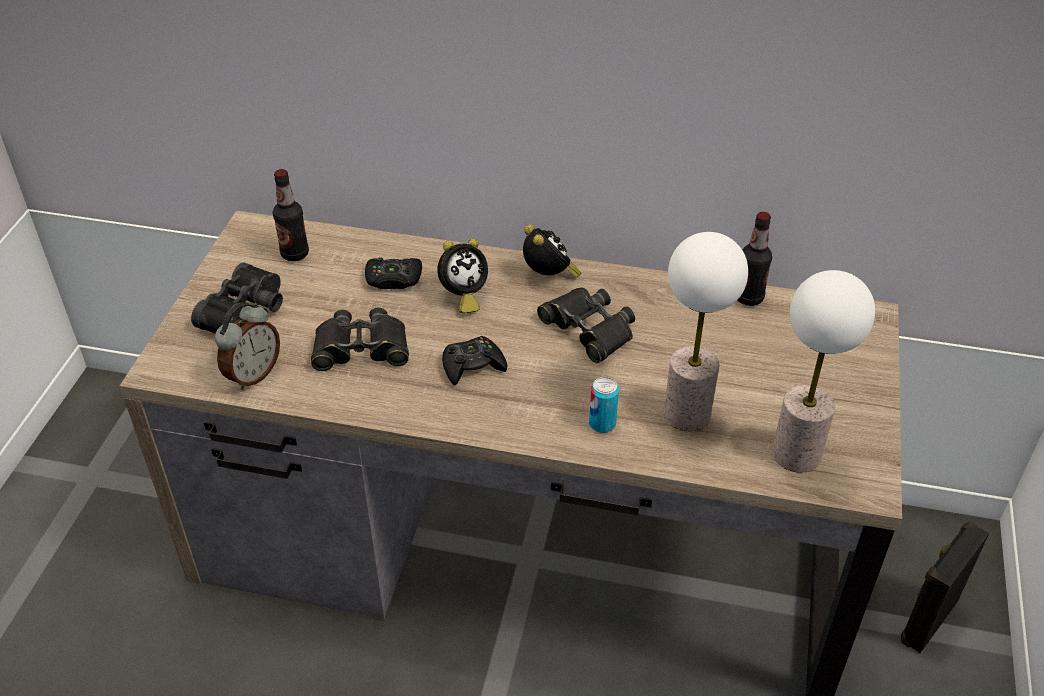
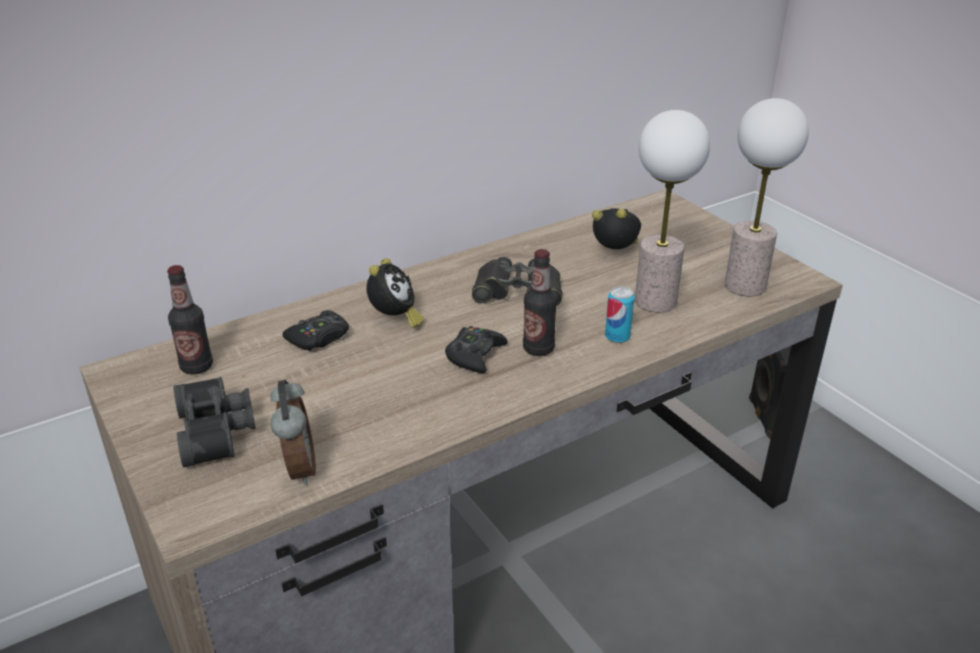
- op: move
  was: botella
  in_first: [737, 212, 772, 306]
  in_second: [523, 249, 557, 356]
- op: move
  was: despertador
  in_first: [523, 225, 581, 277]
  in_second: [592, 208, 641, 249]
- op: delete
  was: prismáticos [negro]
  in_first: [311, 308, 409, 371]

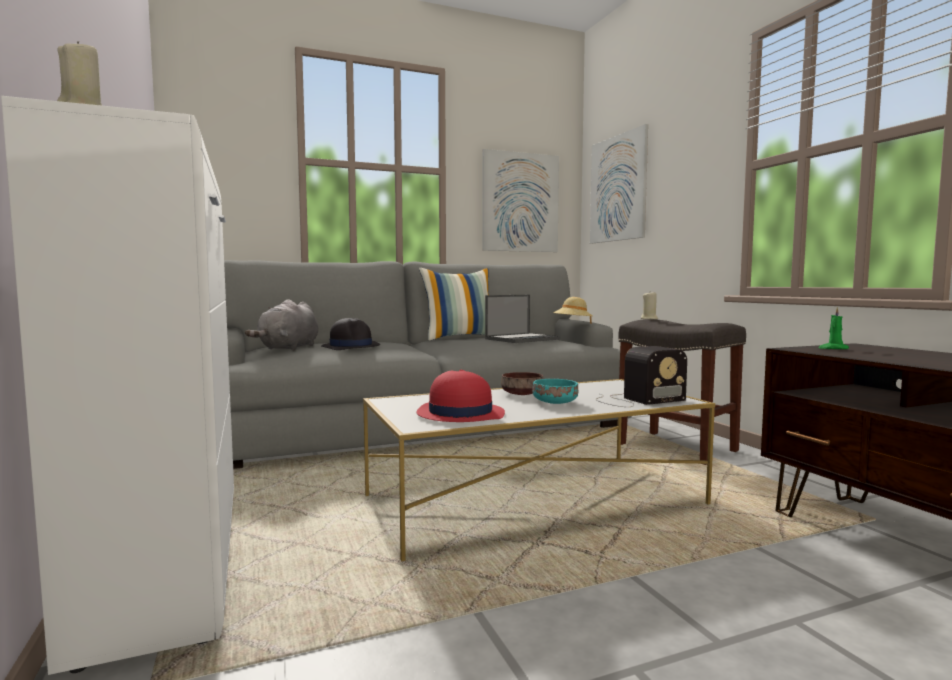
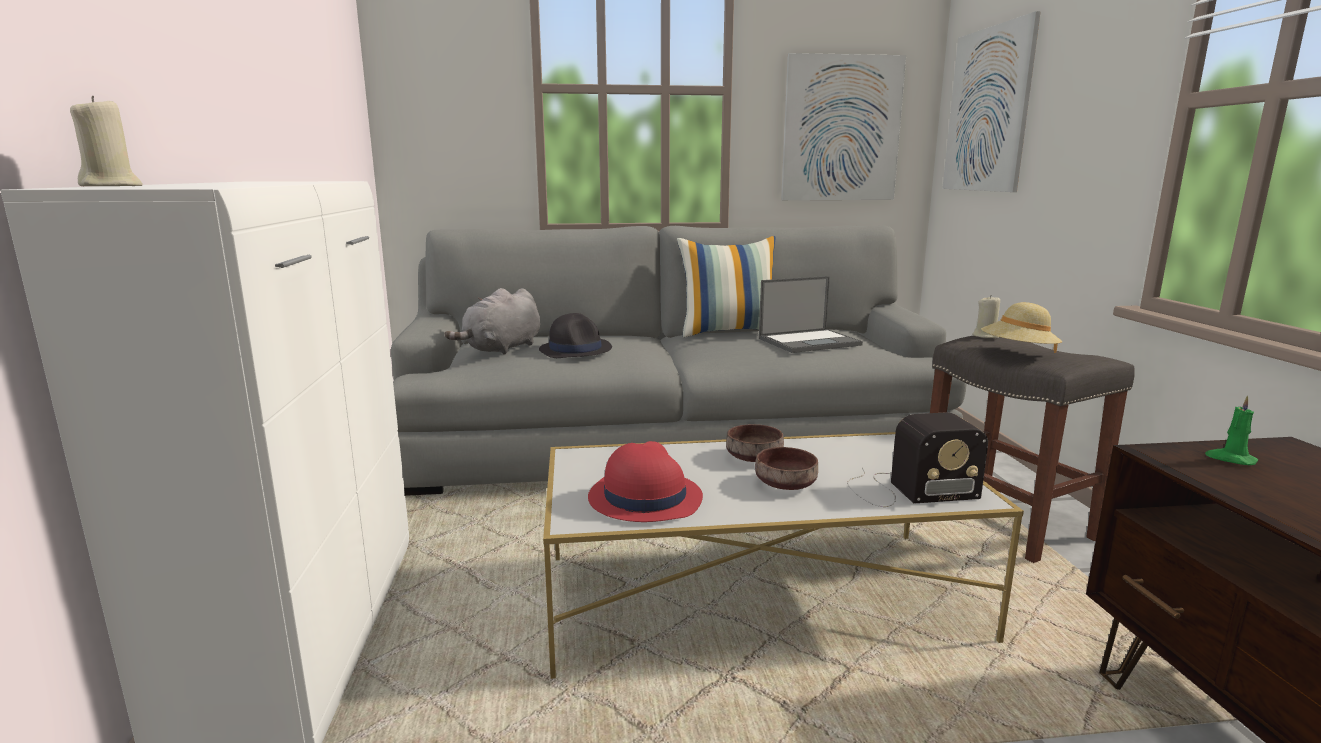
- op: move
  was: sombrero [beis]
  in_first: [553, 297, 592, 324]
  in_second: [981, 302, 1062, 353]
- op: recolor
  was: cuenco [turquesa]
  now: cuenco [marrón]
  in_first: [532, 379, 578, 404]
  in_second: [755, 447, 818, 490]

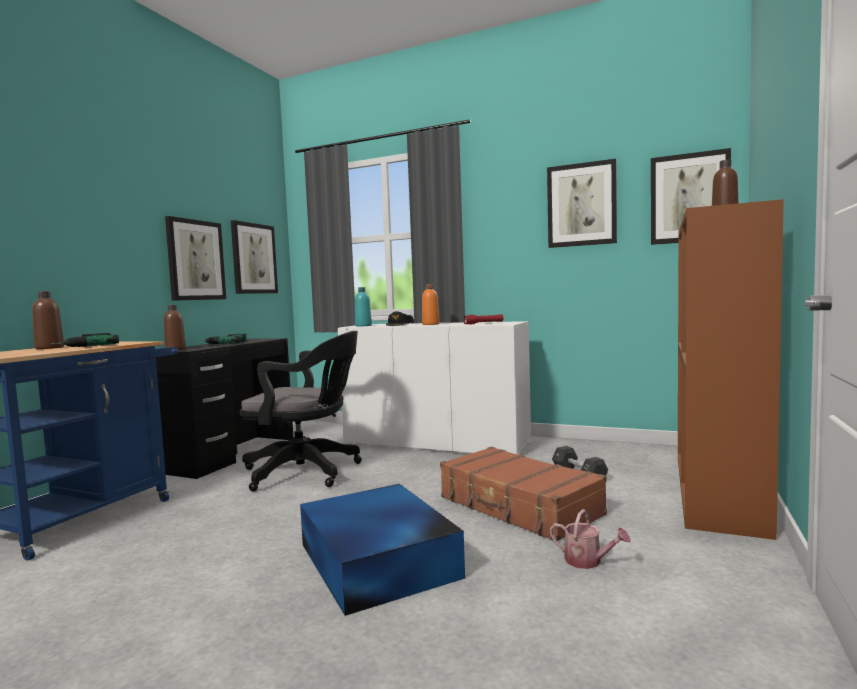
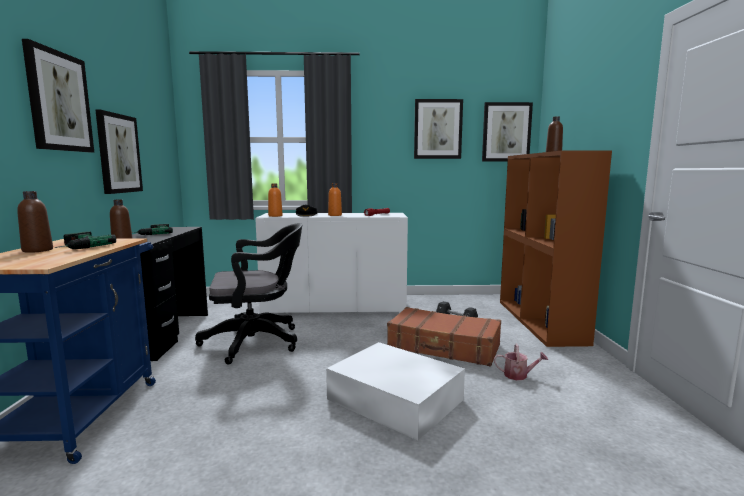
- op: move
  was: cuadro
  in_first: [231, 220, 278, 294]
  in_second: [22, 39, 94, 152]
- op: recolor
  was: botella [turquesa]
  now: botella [naranja]
  in_first: [355, 287, 372, 326]
  in_second: [268, 184, 283, 217]
- op: recolor
  was: caja de almacenaje [azul]
  now: caja de almacenaje [blanco]
  in_first: [300, 484, 465, 616]
  in_second: [326, 342, 465, 441]

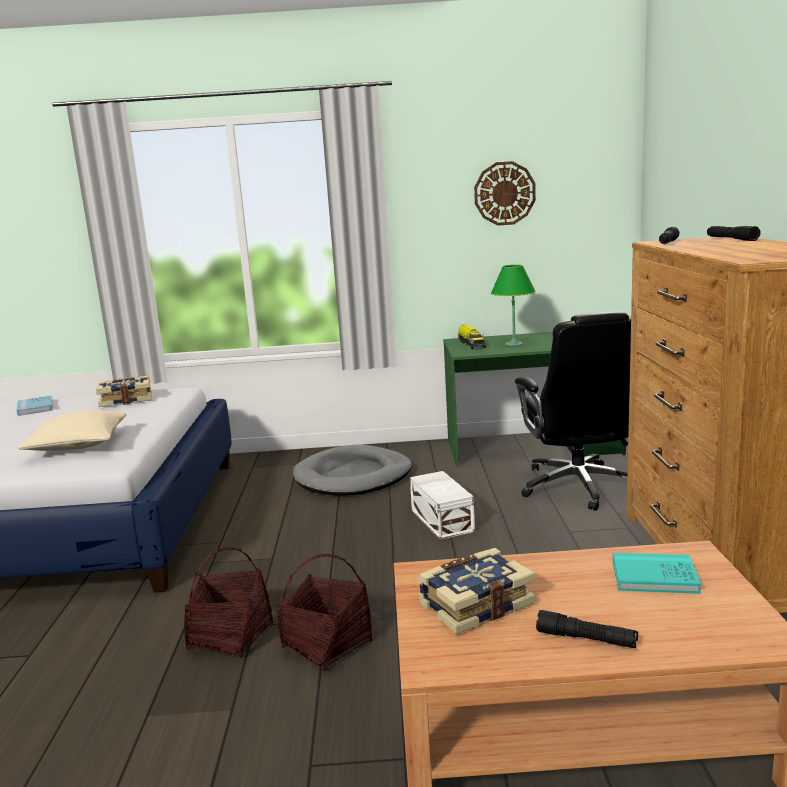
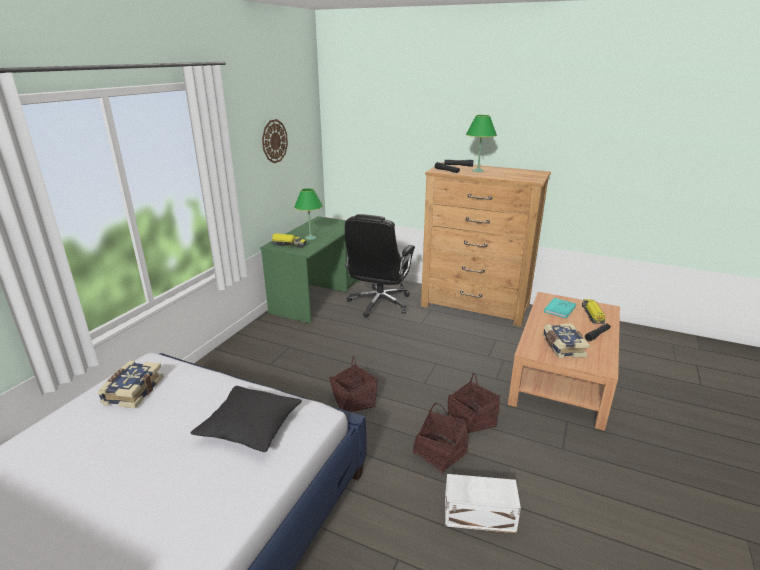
- op: rotate
  was: silla de oficina [negro]
  in_first: [515, 312, 631, 511]
  in_second: [345, 214, 415, 318]
  clockwise: 90
- op: delete
  was: libro [azul]
  in_first: [17, 396, 53, 416]
- op: recolor
  was: cojín [beis]
  now: cojín [negro]
  in_first: [17, 410, 127, 451]
  in_second: [190, 386, 302, 452]
- op: delete
  was: cama para perro [gris]
  in_first: [293, 444, 412, 495]
- op: move
  was: caja de almacenaje [blanco]
  in_first: [410, 471, 475, 540]
  in_second: [445, 474, 521, 533]
- op: insert
  now: lámpara de mesa [verde]
  in_second: [466, 115, 497, 172]
- op: insert
  now: camión de juguete
  in_second: [582, 299, 605, 324]
- op: insert
  now: cesta
  in_second: [329, 356, 378, 412]

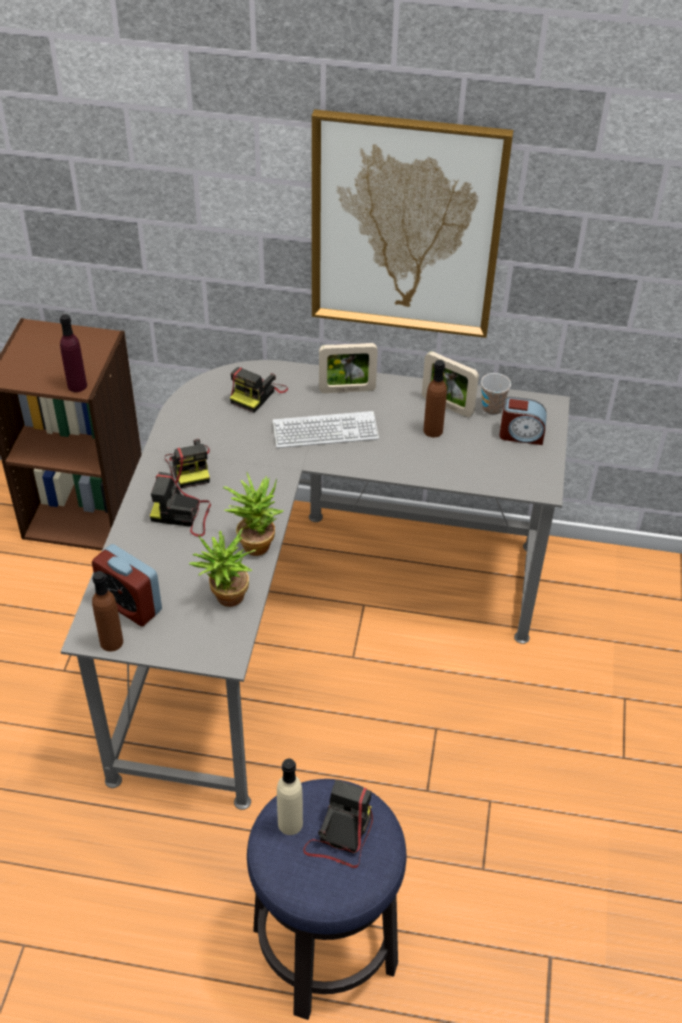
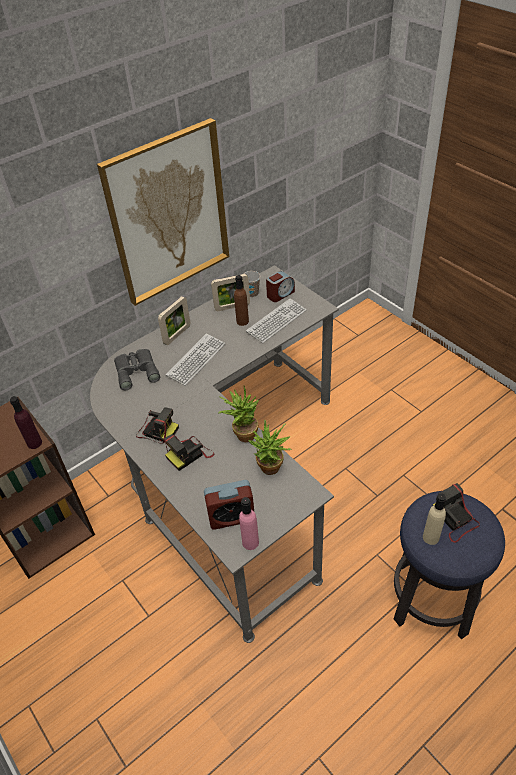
- op: replace
  was: cámara
  now: prismáticos [gris]
  in_first: [230, 367, 288, 413]
  in_second: [114, 349, 160, 390]
- op: recolor
  was: botella [marrón]
  now: botella [rosa]
  in_first: [92, 571, 123, 652]
  in_second: [239, 497, 259, 550]
- op: insert
  now: teclado
  in_second: [246, 299, 307, 343]

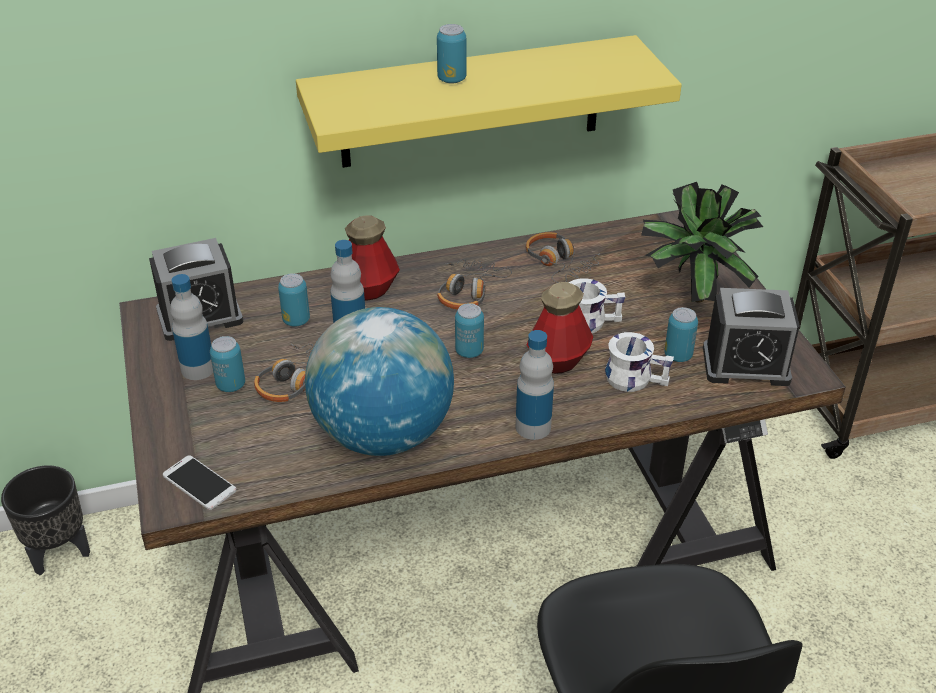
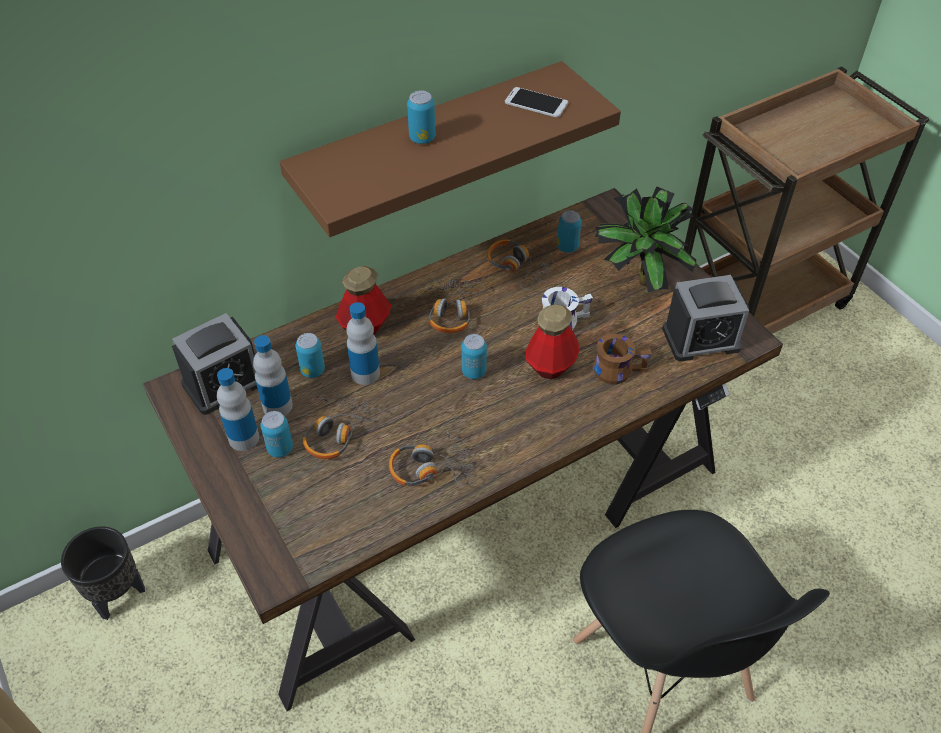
- op: recolor
  was: estante [amarillo]
  now: estante [marrón]
  in_first: [296, 35, 682, 168]
  in_second: [280, 61, 621, 237]
- op: replace
  was: globo terráqueo
  now: auriculares
  in_first: [305, 307, 454, 456]
  in_second: [389, 431, 474, 487]
- op: move
  was: lata
  in_first: [664, 307, 698, 362]
  in_second: [557, 210, 582, 253]
- op: move
  was: botella
  in_first: [516, 330, 554, 440]
  in_second: [253, 335, 293, 416]
- op: recolor
  was: taza grande [blanco]
  now: taza grande [marrón]
  in_first: [605, 332, 674, 392]
  in_second: [593, 334, 652, 384]
- op: move
  was: móvil
  in_first: [163, 455, 237, 510]
  in_second: [505, 87, 568, 118]

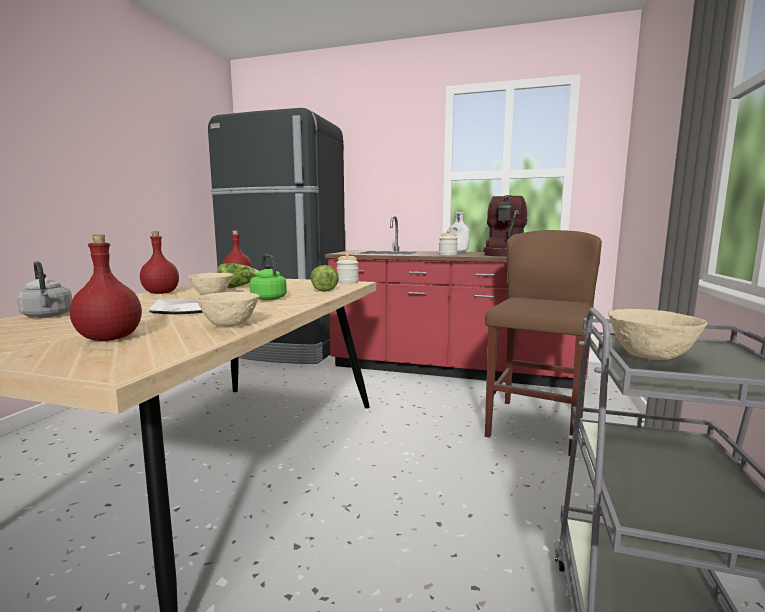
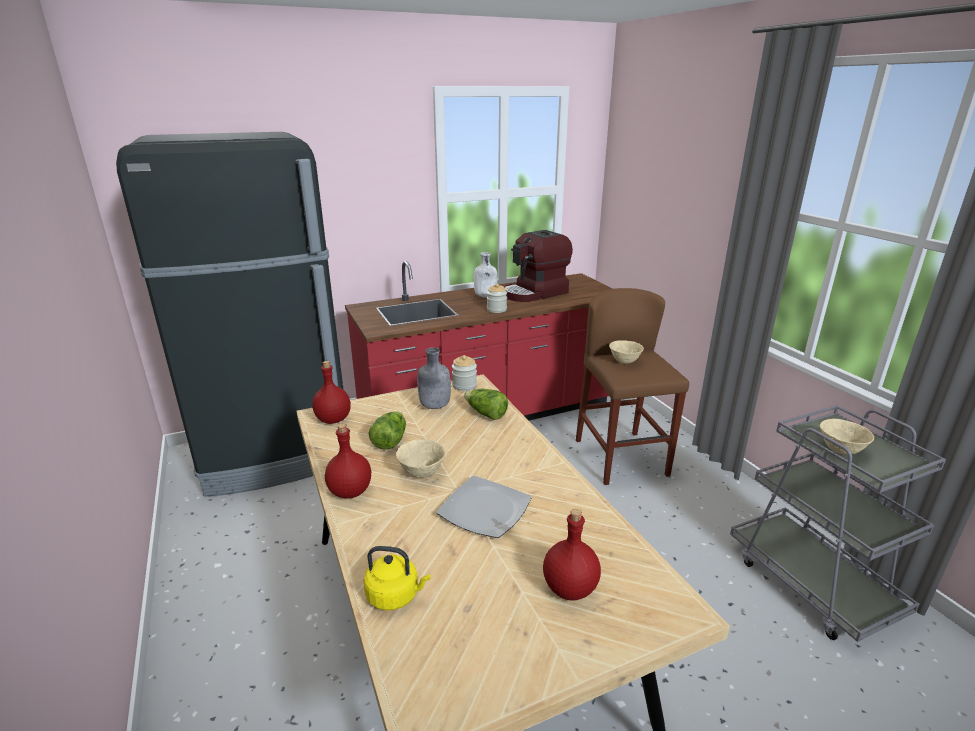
- op: rotate
  was: cafetera
  in_first: [483, 195, 528, 256]
  in_second: [504, 230, 573, 302]
  clockwise: 75
- op: delete
  was: hervidor [verde]
  in_first: [250, 255, 287, 300]
- op: recolor
  was: hervidor [gris]
  now: hervidor [amarillo]
  in_first: [16, 261, 72, 318]
  in_second: [364, 546, 430, 610]
- op: move
  was: cuenco [beis]
  in_first: [196, 292, 260, 327]
  in_second: [609, 340, 644, 364]
- op: insert
  now: botella [gris]
  in_second: [417, 347, 451, 409]

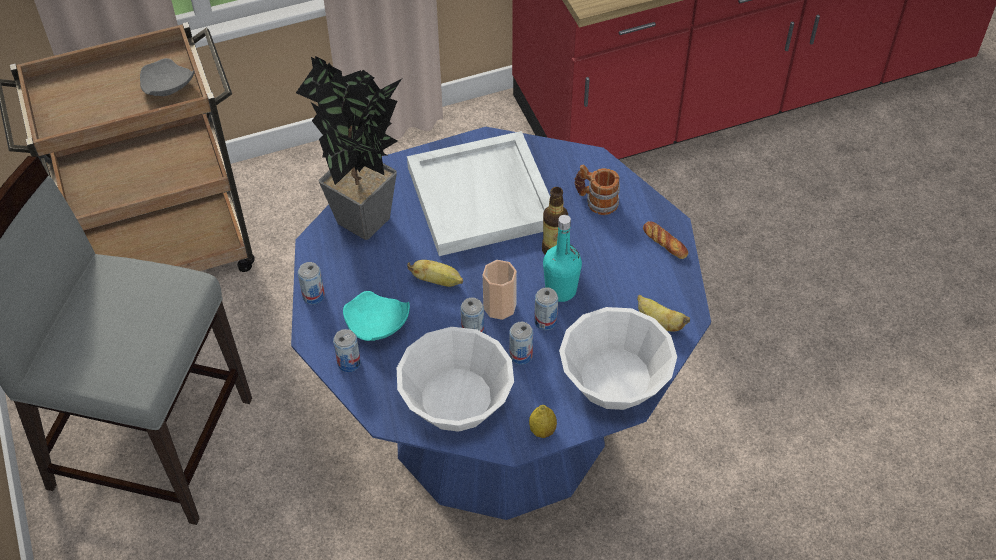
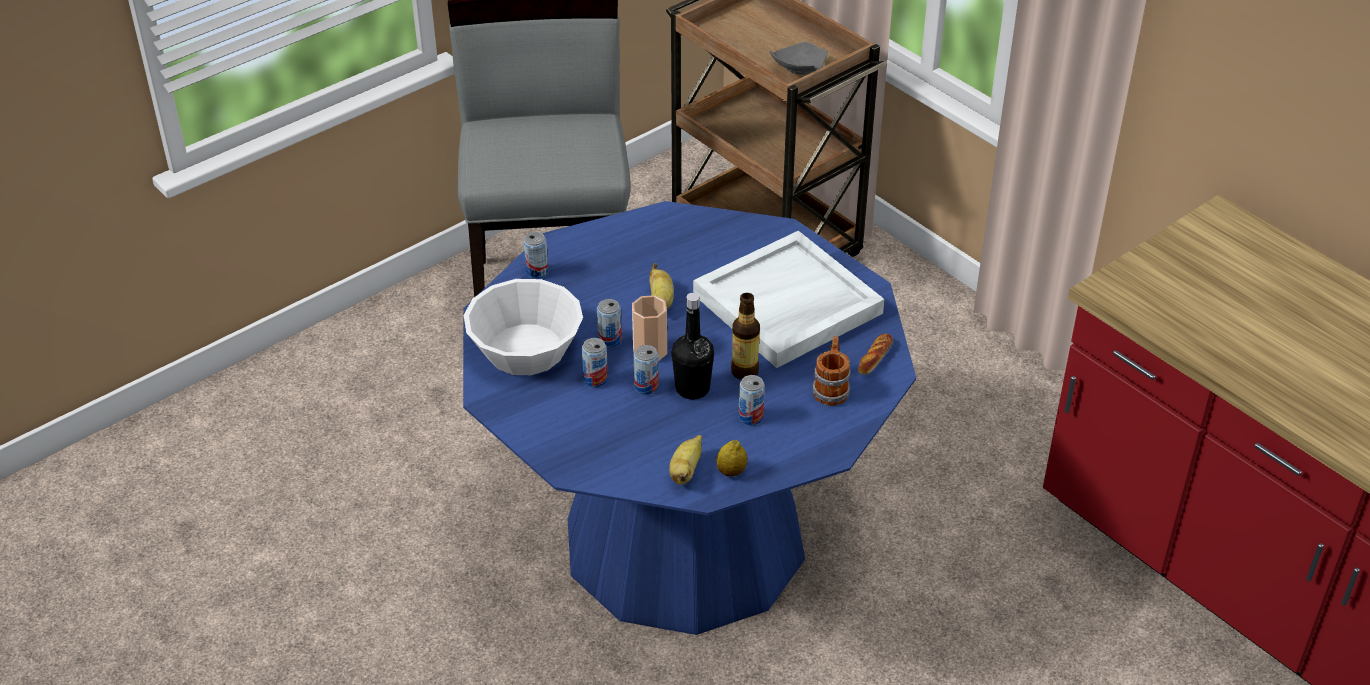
- op: delete
  was: planta en maceta
  in_first: [296, 56, 402, 240]
- op: recolor
  was: botella [turquesa]
  now: botella [negro]
  in_first: [543, 215, 582, 302]
  in_second: [672, 293, 714, 400]
- op: move
  was: pan
  in_first: [643, 221, 688, 259]
  in_second: [858, 333, 893, 375]
- op: move
  was: lata
  in_first: [298, 262, 325, 305]
  in_second: [739, 375, 765, 425]
- op: delete
  was: plato [turquesa]
  in_first: [343, 291, 410, 341]
- op: delete
  was: cuenco [blanco]
  in_first: [559, 307, 677, 410]
- op: move
  was: limón
  in_first: [529, 405, 557, 438]
  in_second: [716, 440, 747, 477]

